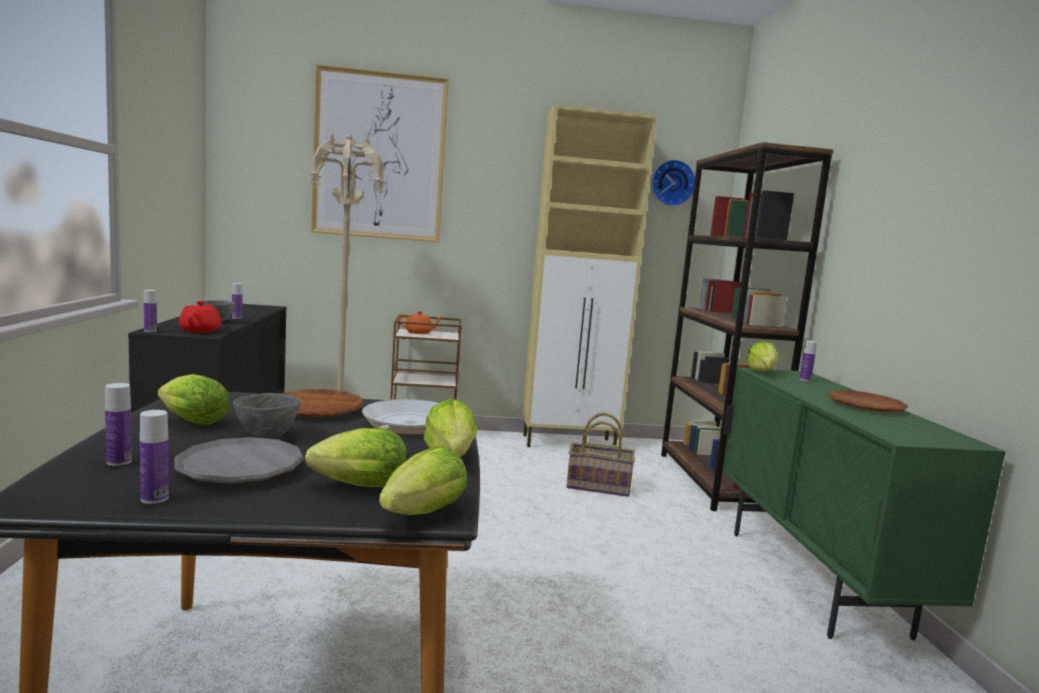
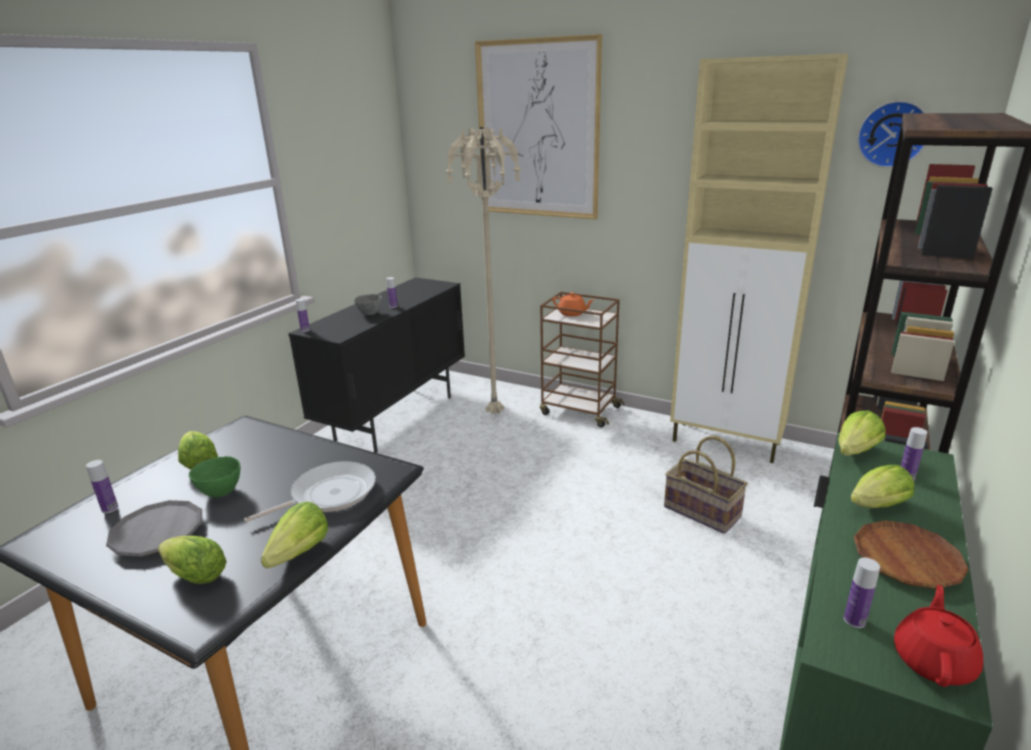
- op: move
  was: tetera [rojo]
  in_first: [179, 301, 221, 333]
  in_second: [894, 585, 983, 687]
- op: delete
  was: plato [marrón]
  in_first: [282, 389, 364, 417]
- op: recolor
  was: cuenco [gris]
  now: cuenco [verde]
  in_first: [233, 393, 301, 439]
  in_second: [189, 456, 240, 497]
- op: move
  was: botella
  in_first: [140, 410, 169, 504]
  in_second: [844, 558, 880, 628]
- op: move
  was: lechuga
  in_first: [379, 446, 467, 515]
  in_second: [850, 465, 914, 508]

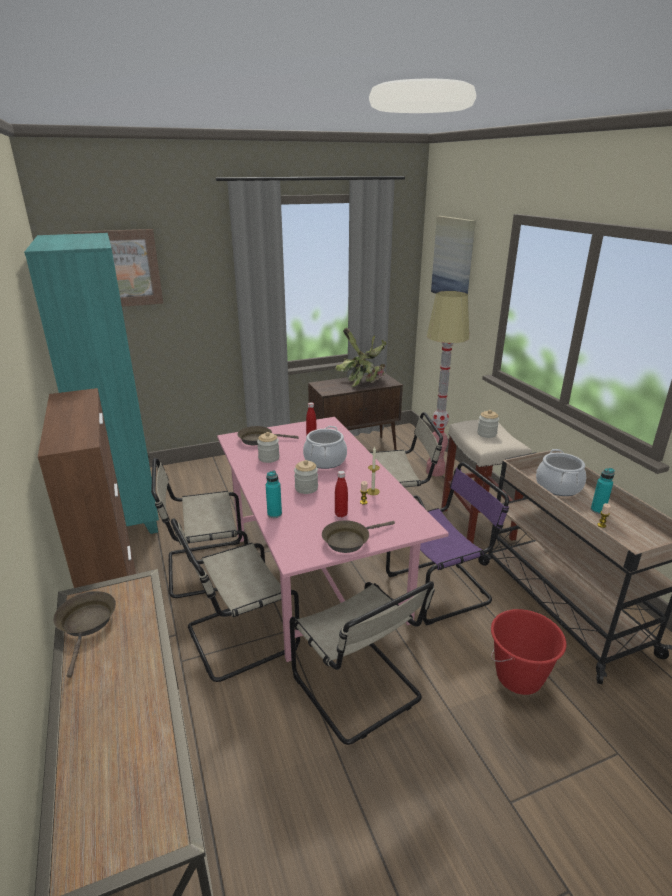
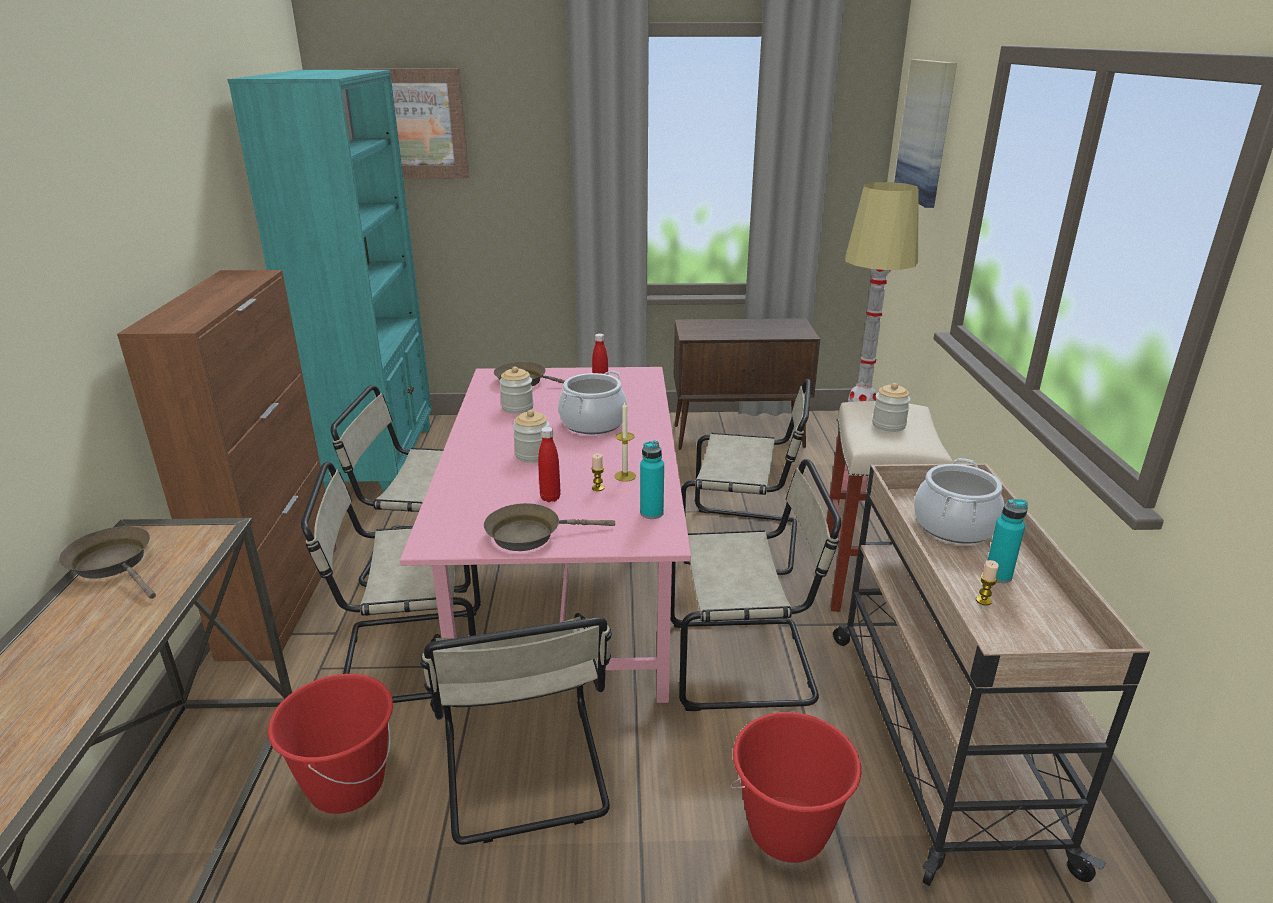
- op: delete
  was: planta en maceta
  in_first: [335, 328, 387, 387]
- op: recolor
  was: silla [morado]
  now: silla [beis]
  in_first: [386, 462, 509, 625]
  in_second: [671, 459, 841, 711]
- op: move
  was: botella [turquesa]
  in_first: [266, 470, 282, 518]
  in_second: [640, 440, 664, 519]
- op: rotate
  was: sartén [marrón]
  in_first: [53, 591, 116, 678]
  in_second: [59, 526, 156, 599]
  clockwise: -60
- op: insert
  now: cubo [rojo]
  in_second: [268, 674, 393, 814]

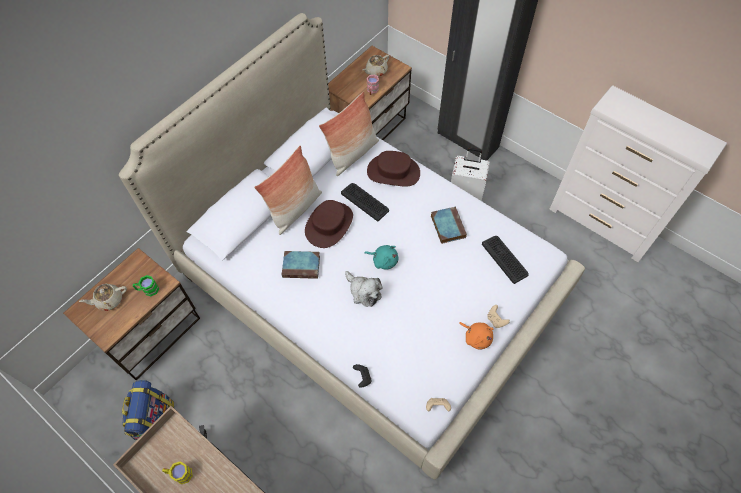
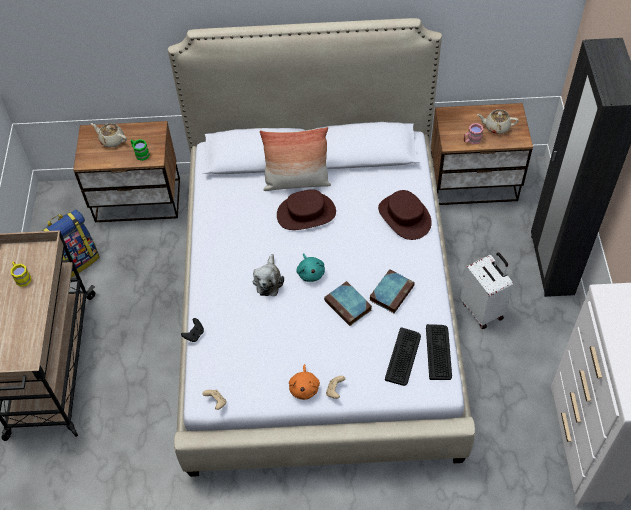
- op: delete
  was: cojín
  in_first: [319, 92, 379, 176]
- op: move
  was: teclado
  in_first: [341, 183, 389, 221]
  in_second: [426, 324, 452, 380]
- op: move
  was: libro
  in_first: [282, 251, 320, 279]
  in_second: [324, 281, 372, 326]

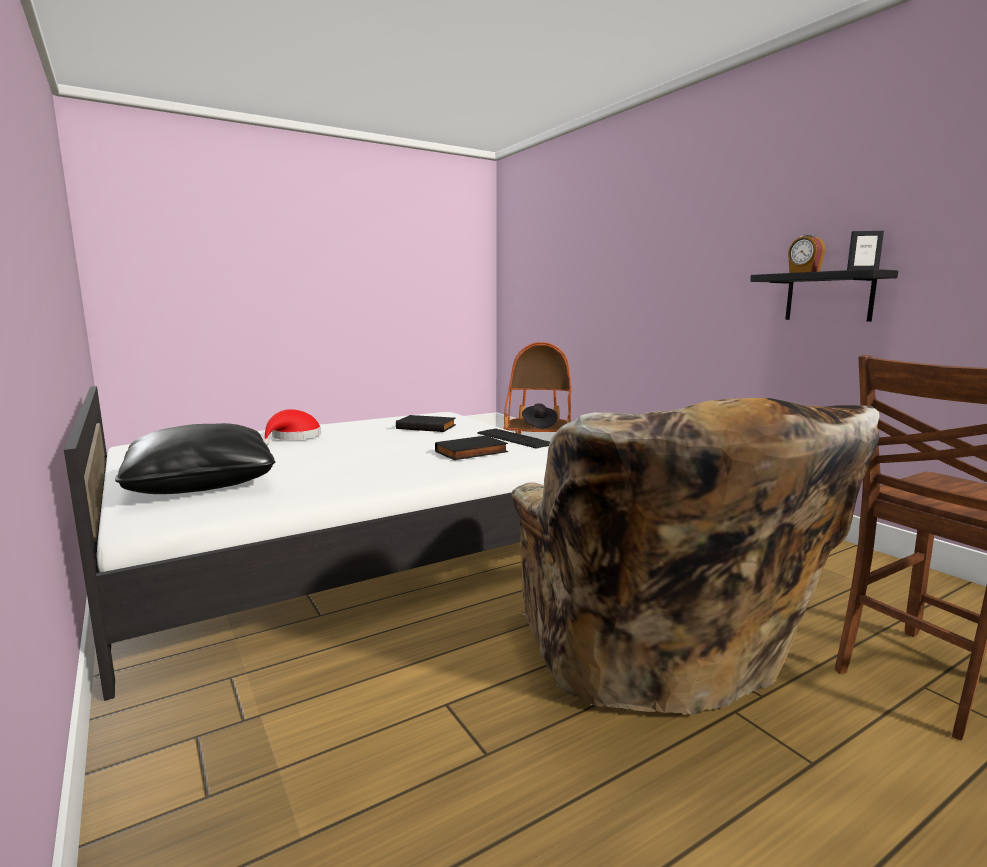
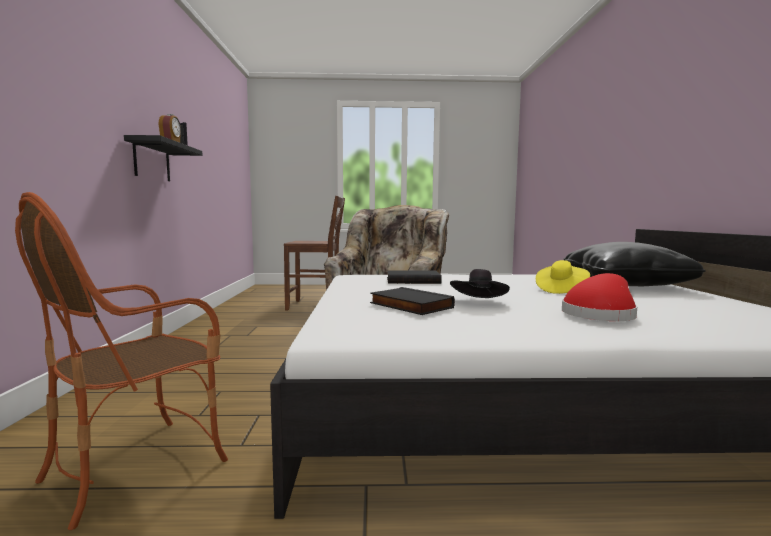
- op: move
  was: sombrero [negro]
  in_first: [522, 403, 558, 428]
  in_second: [450, 269, 510, 298]
- op: delete
  was: teclado
  in_first: [477, 428, 550, 449]
- op: insert
  now: sombrero [amarillo]
  in_second: [536, 260, 590, 294]

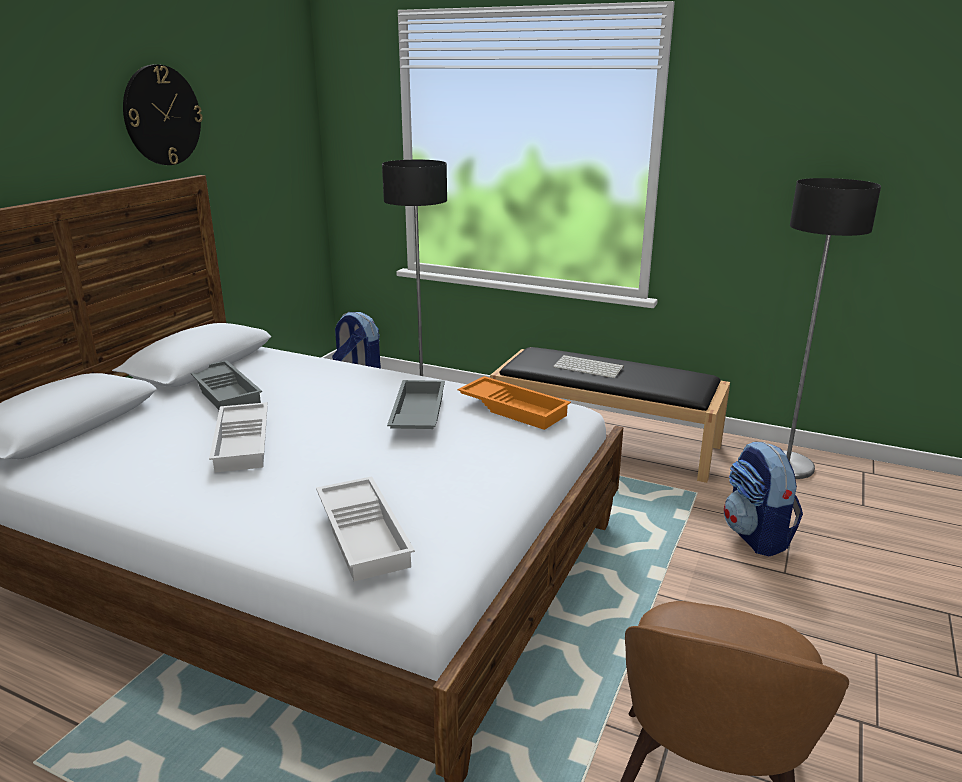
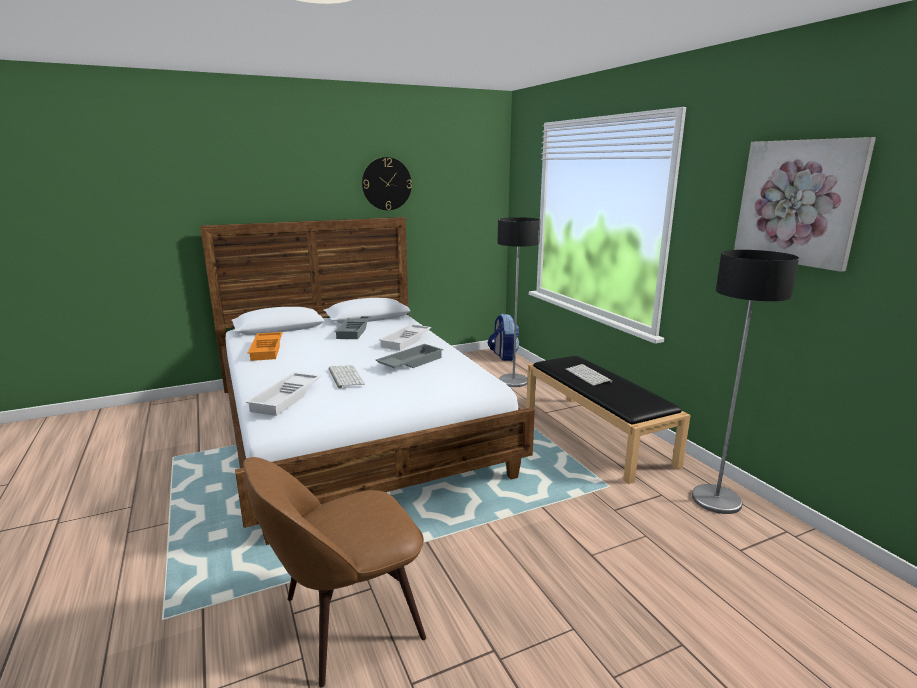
- op: move
  was: bandeja [naranja]
  in_first: [457, 376, 571, 430]
  in_second: [248, 332, 282, 361]
- op: move
  was: bandeja [blanco]
  in_first: [209, 402, 268, 473]
  in_second: [379, 324, 431, 351]
- op: delete
  was: mochila
  in_first: [724, 441, 803, 556]
- op: insert
  now: cuadro
  in_second: [734, 137, 876, 272]
- op: insert
  now: teclado
  in_second: [329, 366, 365, 389]

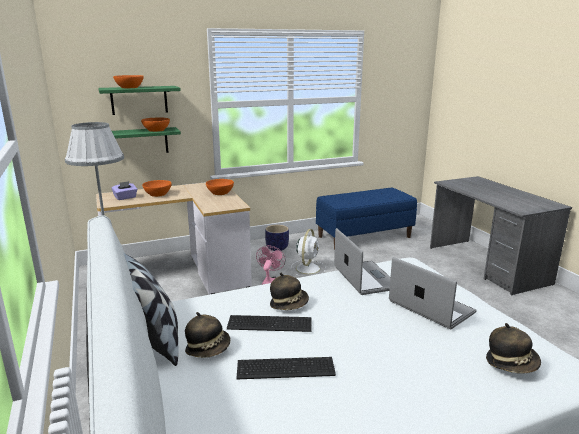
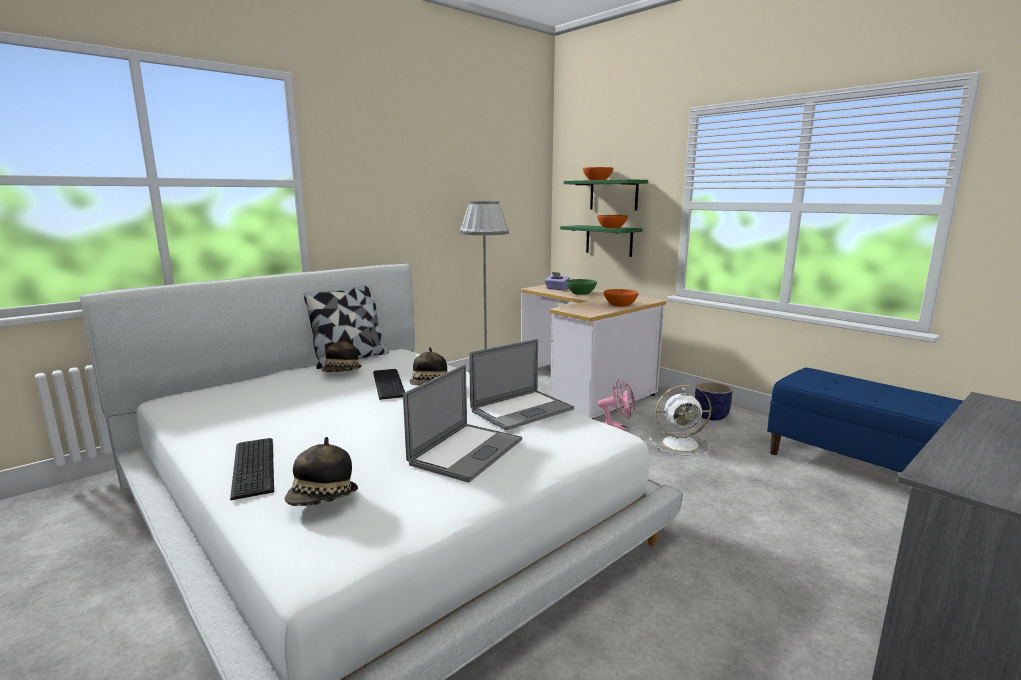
- op: recolor
  was: cuenco [naranja]
  now: cuenco [verde]
  in_first: [142, 180, 172, 197]
  in_second: [566, 279, 597, 295]
- op: move
  was: teclado
  in_first: [237, 357, 336, 379]
  in_second: [230, 438, 274, 500]

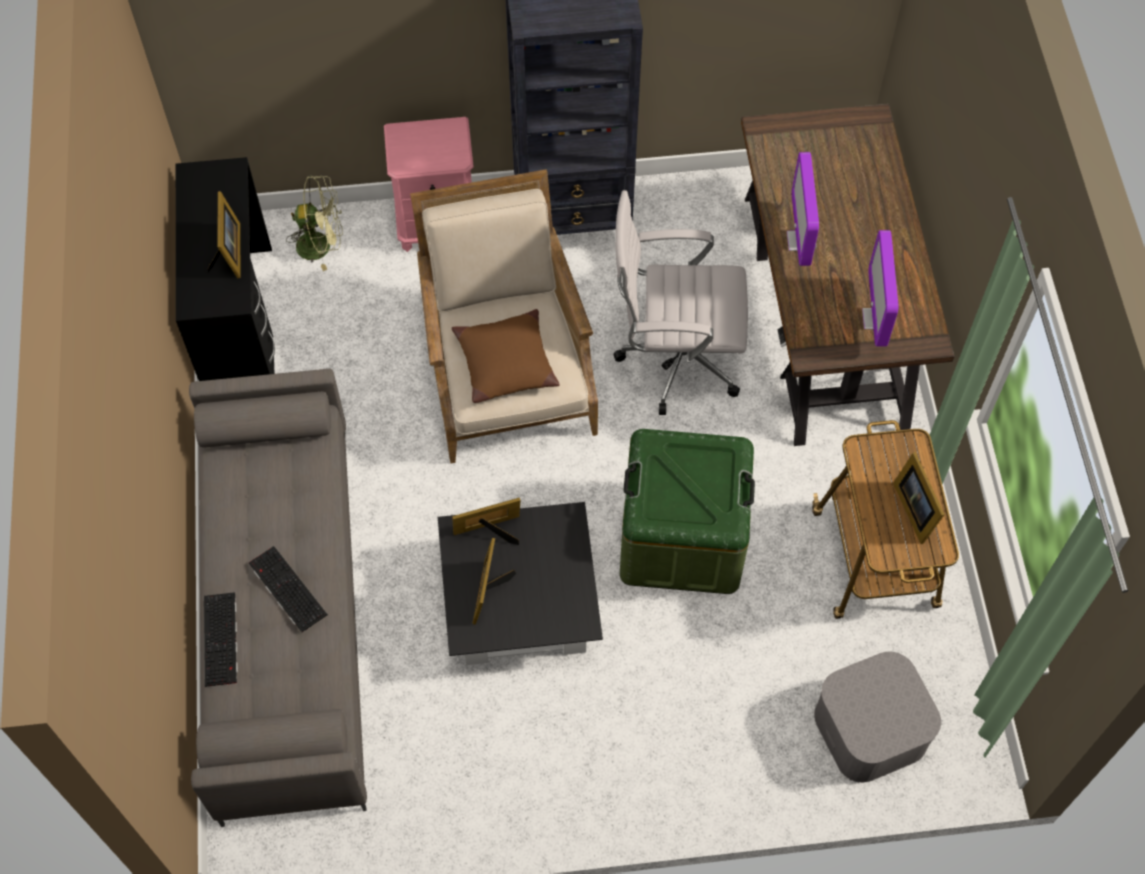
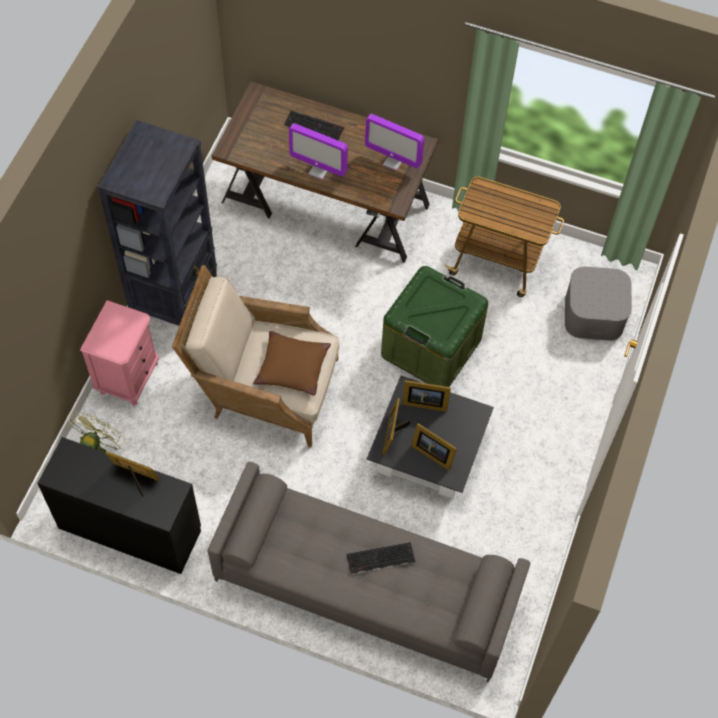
- op: delete
  was: silla de oficina [blanco]
  in_first: [613, 190, 748, 415]
- op: move
  was: portarretratos
  in_first: [893, 452, 945, 544]
  in_second: [402, 380, 451, 412]
- op: move
  was: teclado
  in_first: [204, 592, 238, 687]
  in_second: [284, 111, 344, 140]

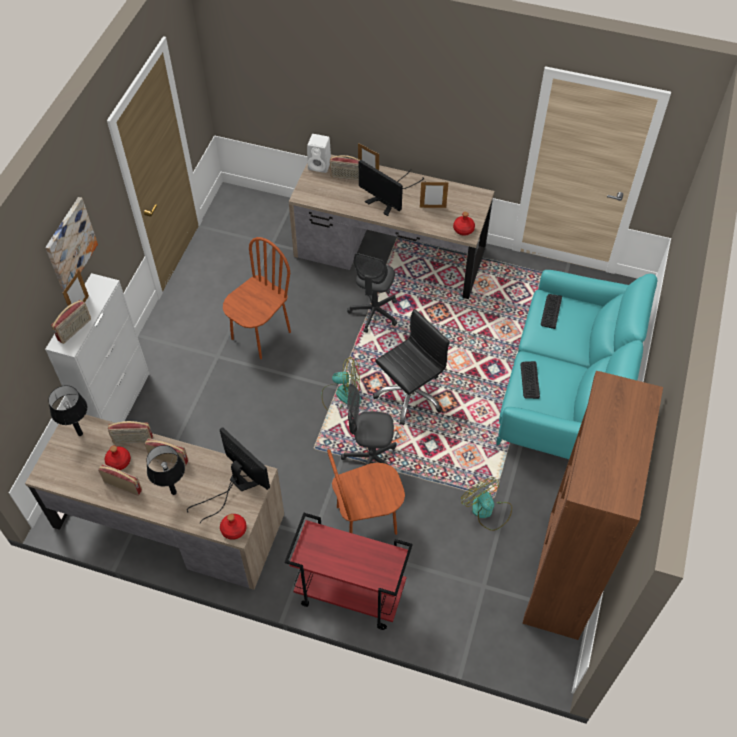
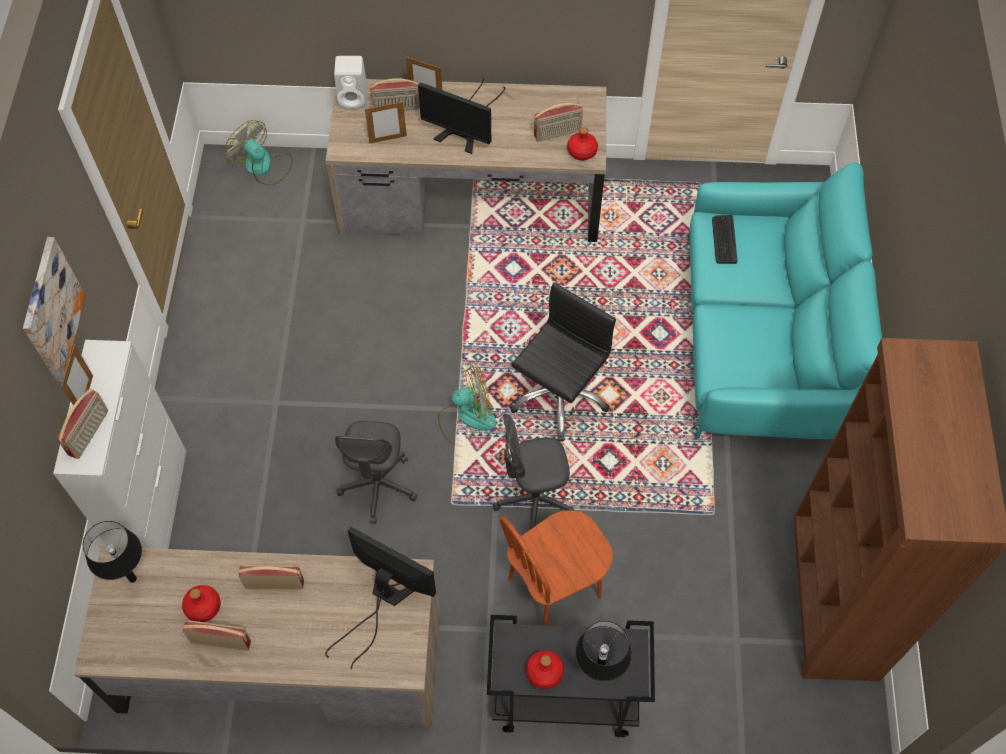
- op: move
  was: portarretratos
  in_first: [420, 181, 449, 208]
  in_second: [365, 102, 407, 143]
- op: delete
  was: silla [marrón]
  in_first: [223, 237, 291, 359]
- op: move
  was: silla de oficina [gris]
  in_first: [347, 253, 397, 333]
  in_second: [335, 421, 417, 524]
- op: delete
  was: teclado
  in_first: [521, 361, 540, 399]
- op: move
  was: radio
  in_first: [108, 421, 153, 444]
  in_second: [534, 103, 583, 141]
- op: move
  was: lámpara de mesa [negro]
  in_first: [147, 445, 185, 495]
  in_second: [575, 621, 632, 681]
- op: move
  was: ventilador
  in_first: [461, 477, 512, 531]
  in_second: [225, 120, 293, 186]
- op: recolor
  was: carrito [rojo]
  now: carrito [negro]
  in_first: [285, 513, 413, 630]
  in_second: [487, 615, 655, 737]
- op: move
  was: botella [rojo]
  in_first: [220, 514, 247, 540]
  in_second: [526, 650, 564, 689]

